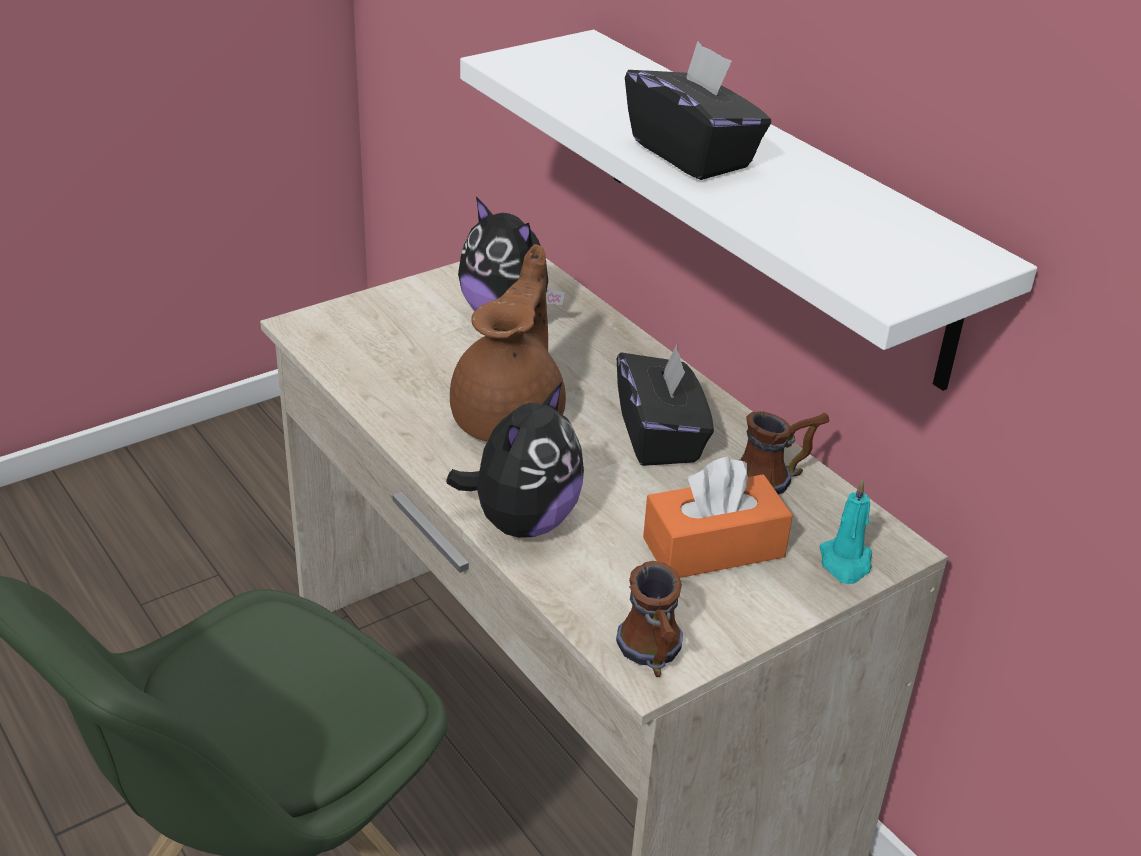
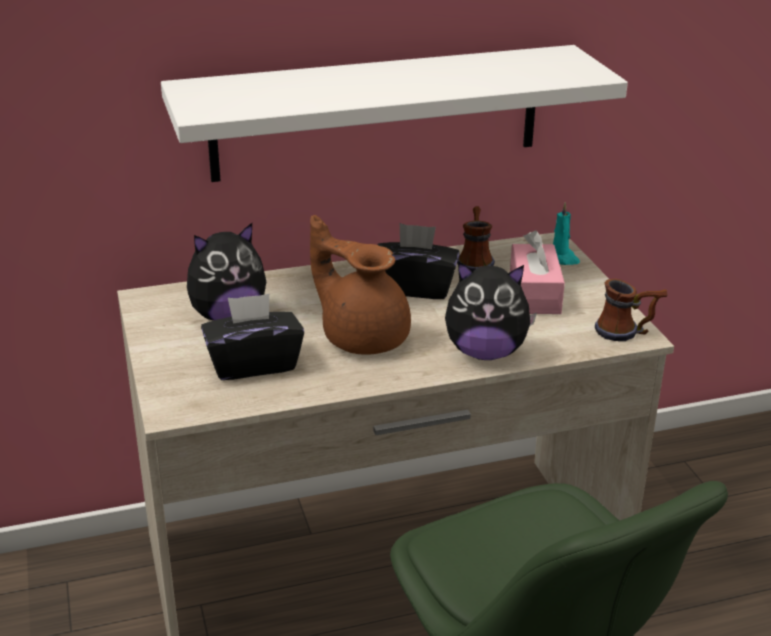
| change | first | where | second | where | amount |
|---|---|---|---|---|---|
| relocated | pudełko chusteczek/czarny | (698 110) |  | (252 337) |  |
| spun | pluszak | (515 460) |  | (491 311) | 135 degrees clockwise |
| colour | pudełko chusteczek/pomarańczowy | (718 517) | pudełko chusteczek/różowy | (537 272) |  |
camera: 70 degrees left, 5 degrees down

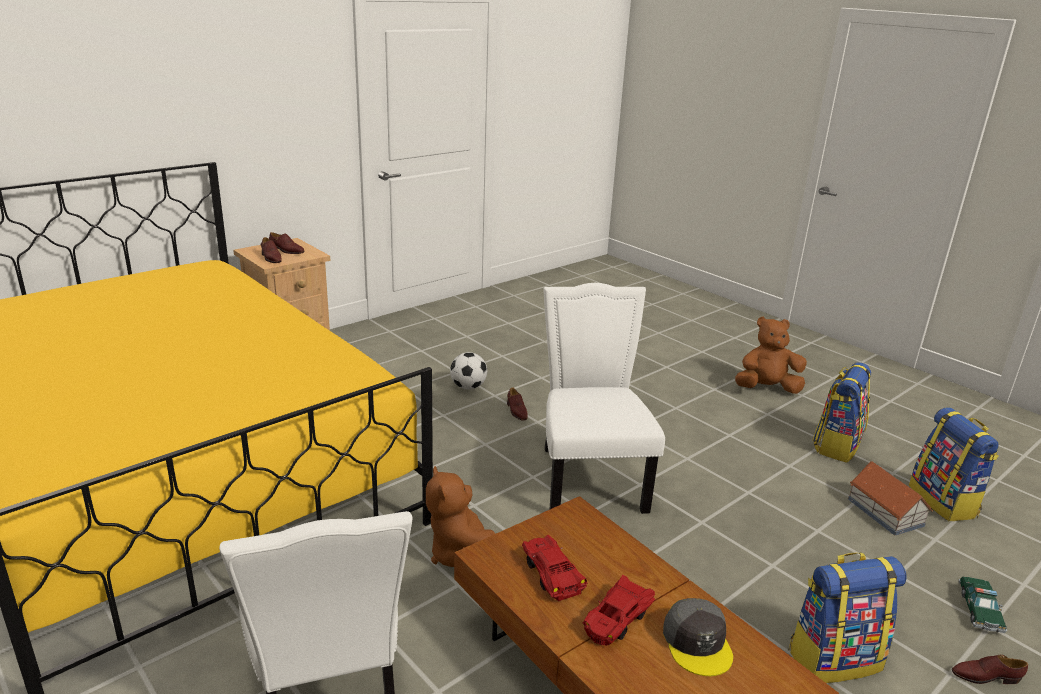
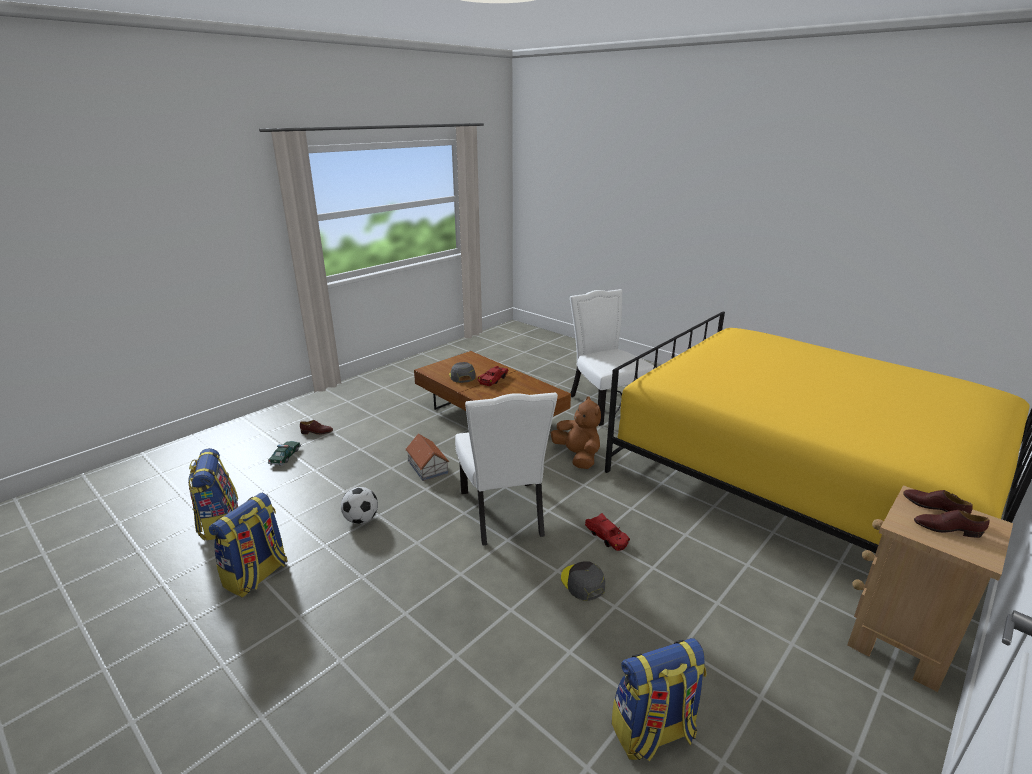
| change | first | where | second | where | amount |
|---|---|---|---|---|---|
| relocated | piłka futbolowa | (468 371) |  | (359 505) |  |
| relocated | domek | (890 498) |  | (427 457) |  |
| exchanged | but/brązowy | (517 404) | czapka z daszkiem/szary | (583 581) |  |
| relocated | samochodzik/czerwony | (554 568) |  | (607 532) |  |
| relocated | plecak | (847 618) |  | (659 699) |  |
| missing | pluszak/brązowy | (771 355) |  |  |  |
camera: 175 degrees right, 0 degrees up

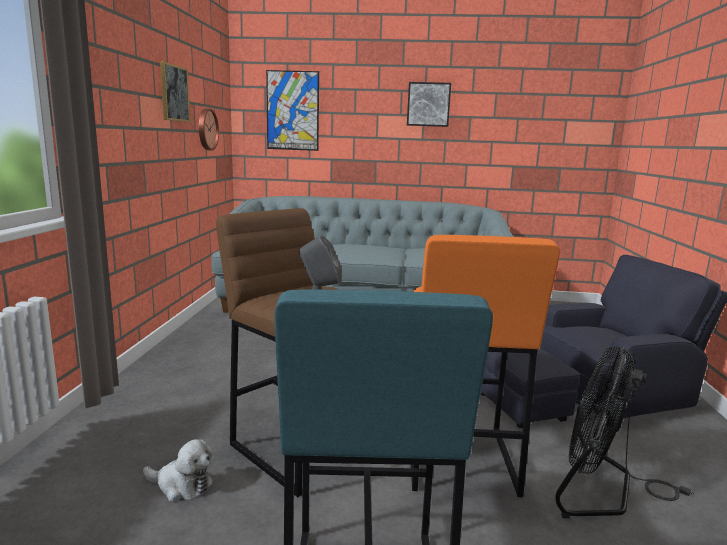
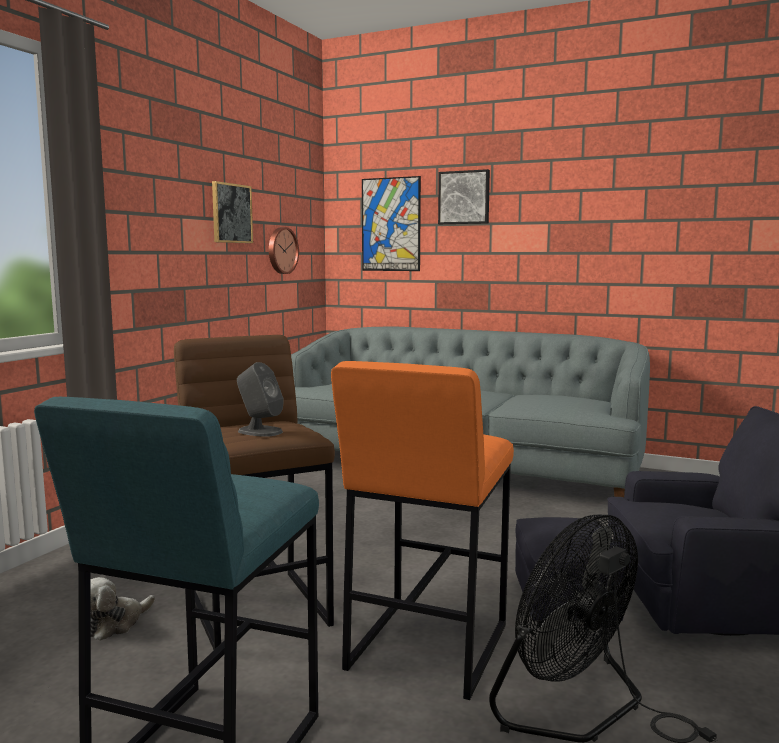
| change | first | where | second | where | amount |
|---|---|---|---|---|---|
| spun | pluszak | (178 470) |  | (123 609) | 90 degrees clockwise |
| relocated | obraz | (429 104) |  | (464 196) |  |
camera: 20 degrees right, 5 degrees down

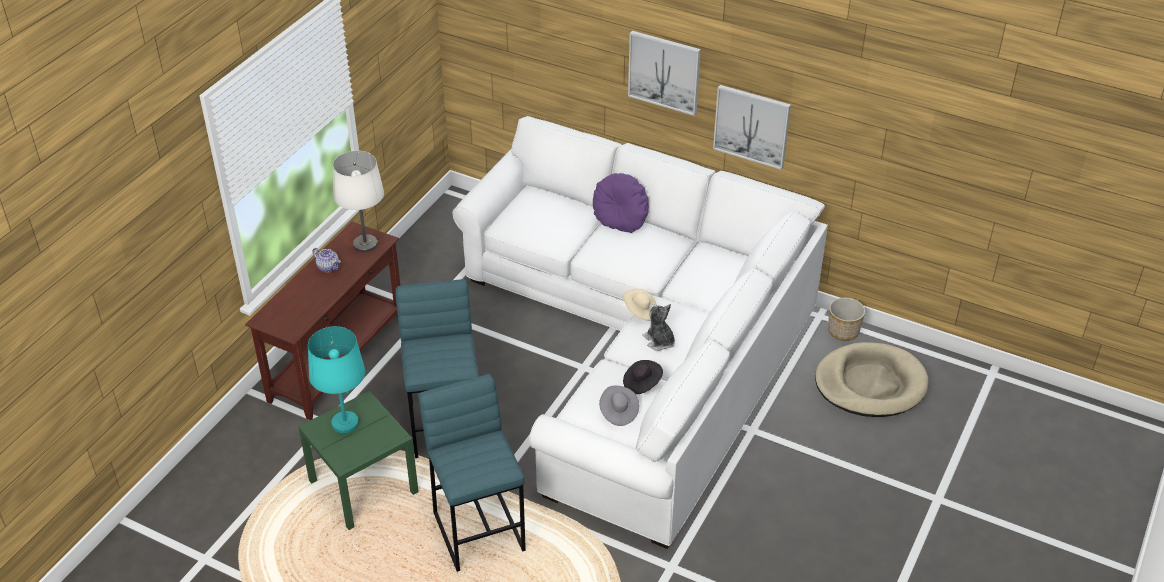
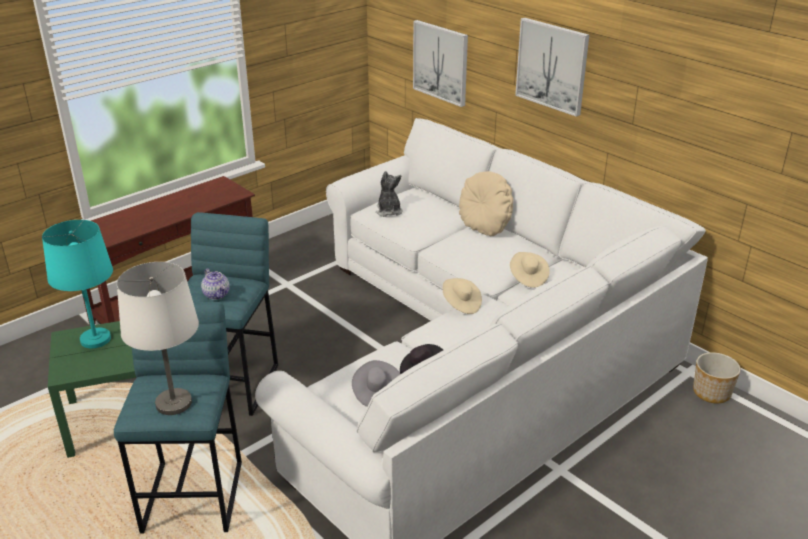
| change | first | where | second | where | amount |
|---|---|---|---|---|---|
| relocated | lampa stołowa/biały | (358 201) |  | (158 338) |  |
| relocated | imbryk | (326 260) |  | (215 284) |  |
| relocated | pluszak | (658 327) |  | (389 194) |  |
| relocated | obraz | (752 127) |  | (440 63) |  |
| colour | poduszka/fioletowy | (621 203) | poduszka/beżowy | (486 203) |  |
| appeared |  |  | kapelusz/beżowy | (530 270) |  |
| missing | legowisko/beżowy | (872 379) |  |  |  |
camera: 20 degrees right, 10 degrees down

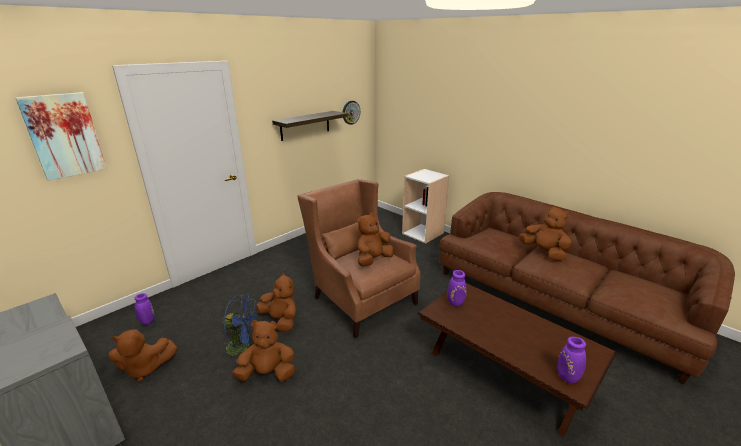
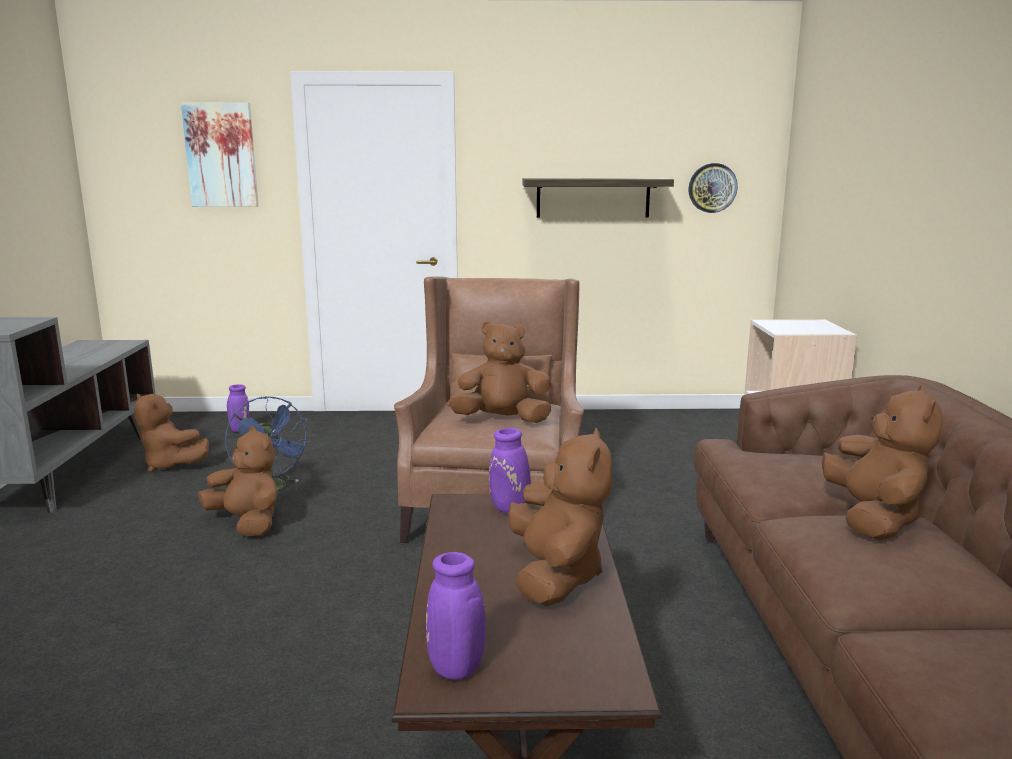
| change | first | where | second | where | amount |
|---|---|---|---|---|---|
| relocated | pluszak/brązowy | (276 302) |  | (560 517) |  |
camera: 45 degrees right, 10 degrees down

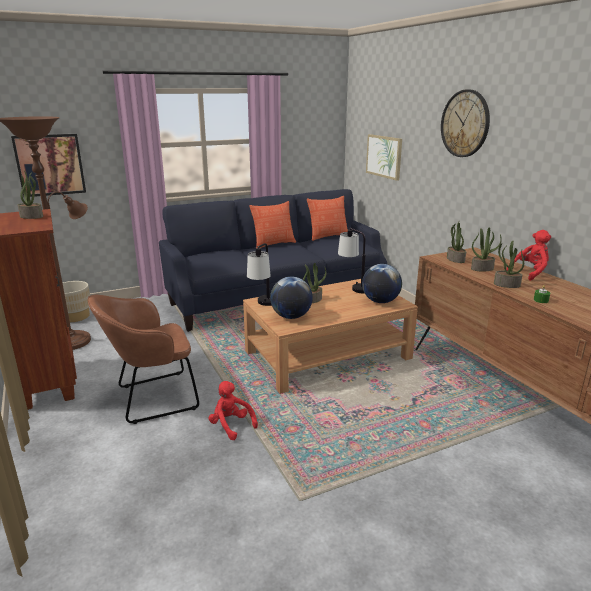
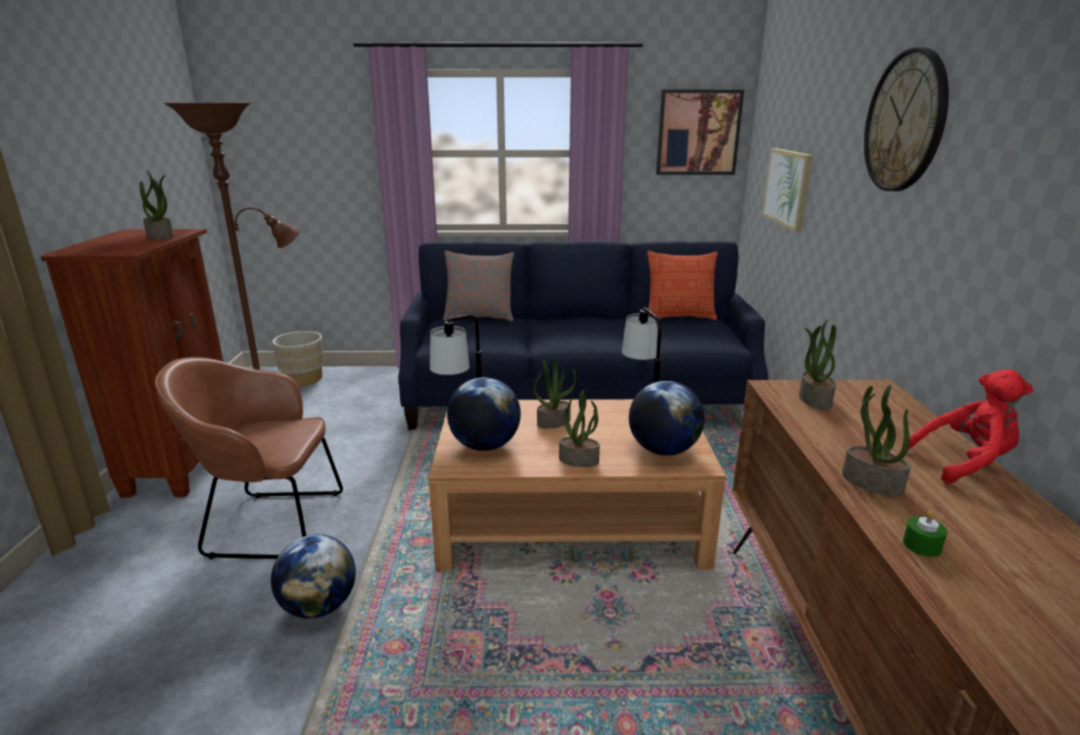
| change | first | where | second | where | amount |
|---|---|---|---|---|---|
| exchanged | pluszak/czerwony | (233 410) | globus | (313 576) |  |
| appeared |  |  | poduszka/szary | (478 286) |  |
| relocated | roślina doniczkowa | (486 249) |  | (579 428) |  |
| relocated | obraz | (48 165) |  | (700 132) |  |
| missing | poduszka/pomarańczowy | (272 224) |  |  |  |
camera: 25 degrees right, 0 degrees up

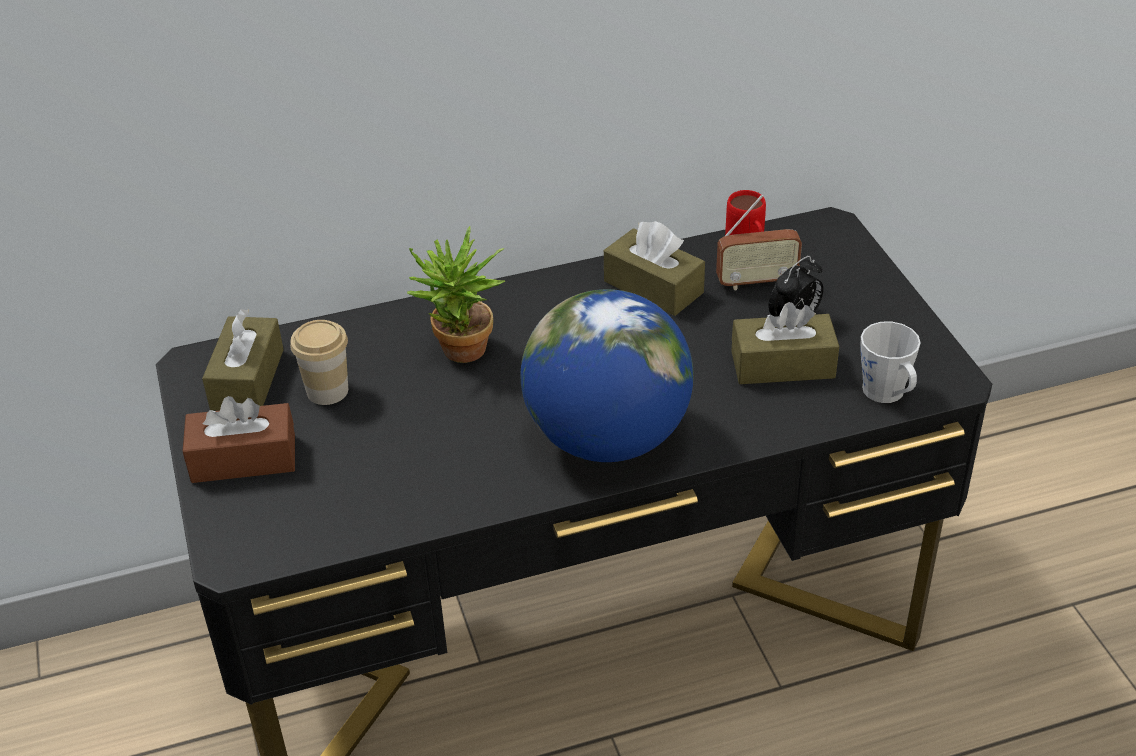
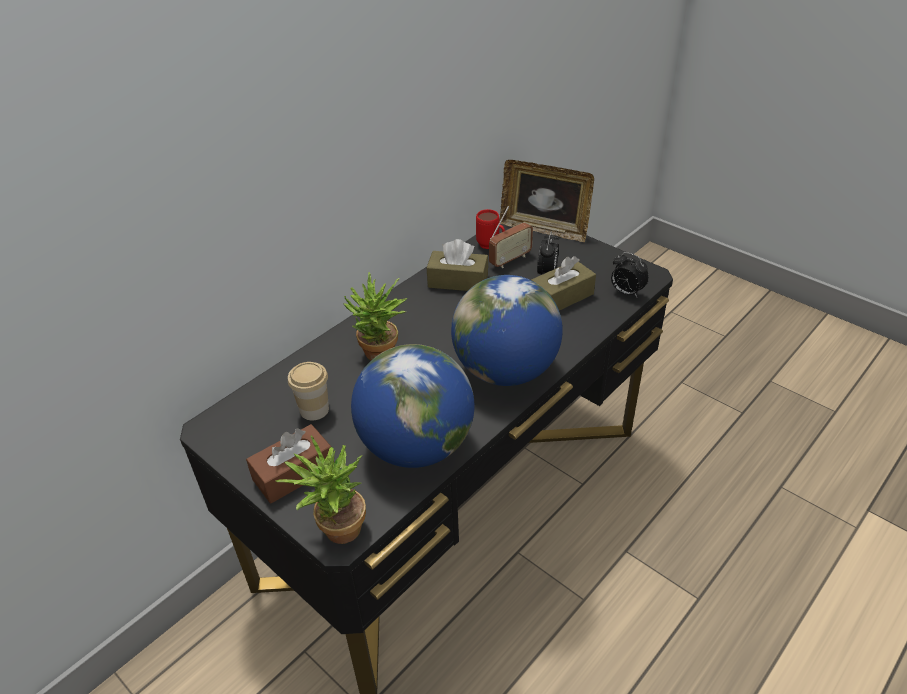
| change | first | where | second | where | amount |
|---|---|---|---|---|---|
| appeared |  |  | roślina doniczkowa | (320 489) |  |
| appeared |  |  | globus | (413 406) |  |
| appeared |  |  | ramka na zdjęcie | (547 201) |  |
| exchanged | kubek/szary | (890 362) | budzik | (630 274) |  |
| missing | pudełko chusteczek/brązowy | (243 360) |  |  |  |
camera: 30 degrees left, 0 degrees up

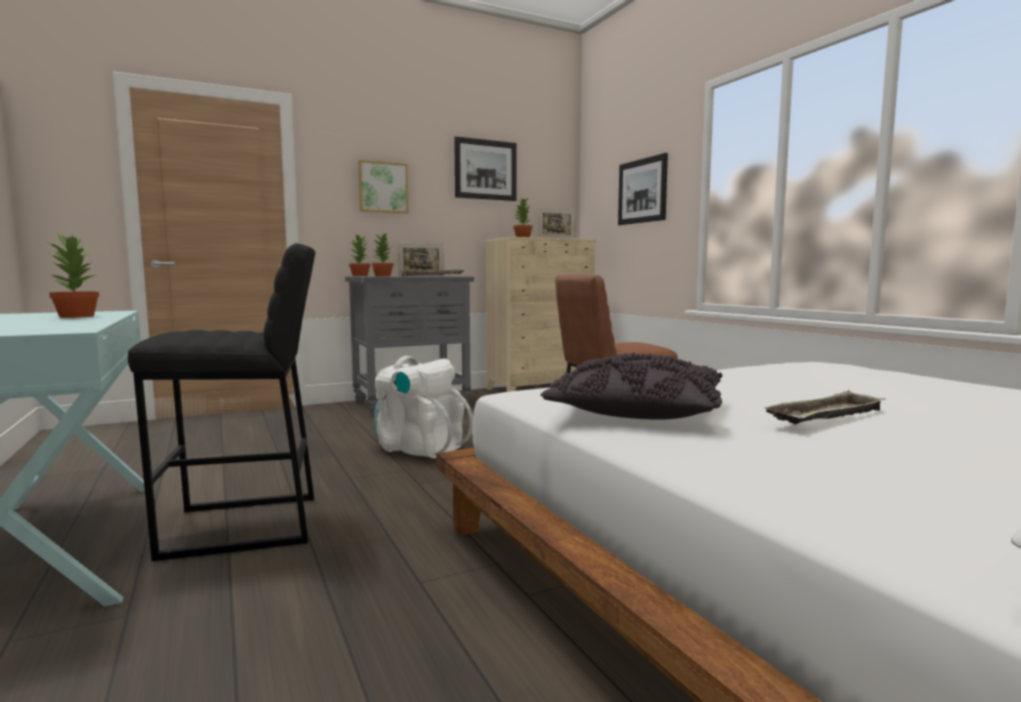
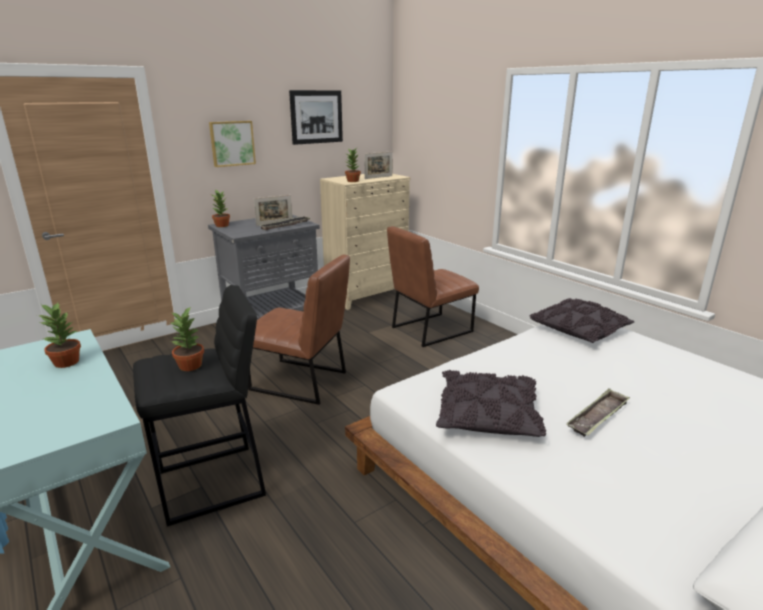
| change | first | where | second | where | amount |
|---|---|---|---|---|---|
| relocated | roślina doniczkowa | (382 254) |  | (187 338) |  |
| exchanged | plecak/biały | (423 407) | krzesło/brązowy | (299 330) |  |
| appeared |  |  | poduszka/czarny | (582 320) |  |
| missing | obraz | (643 189) |  |  |  |
camera: 10 degrees left, 15 degrees up

